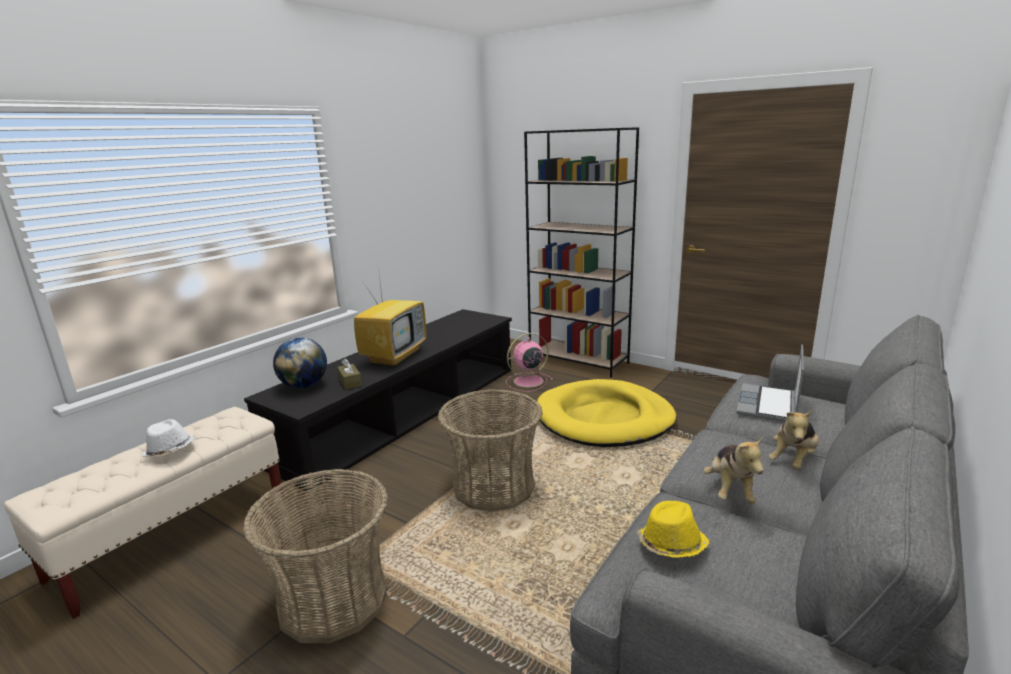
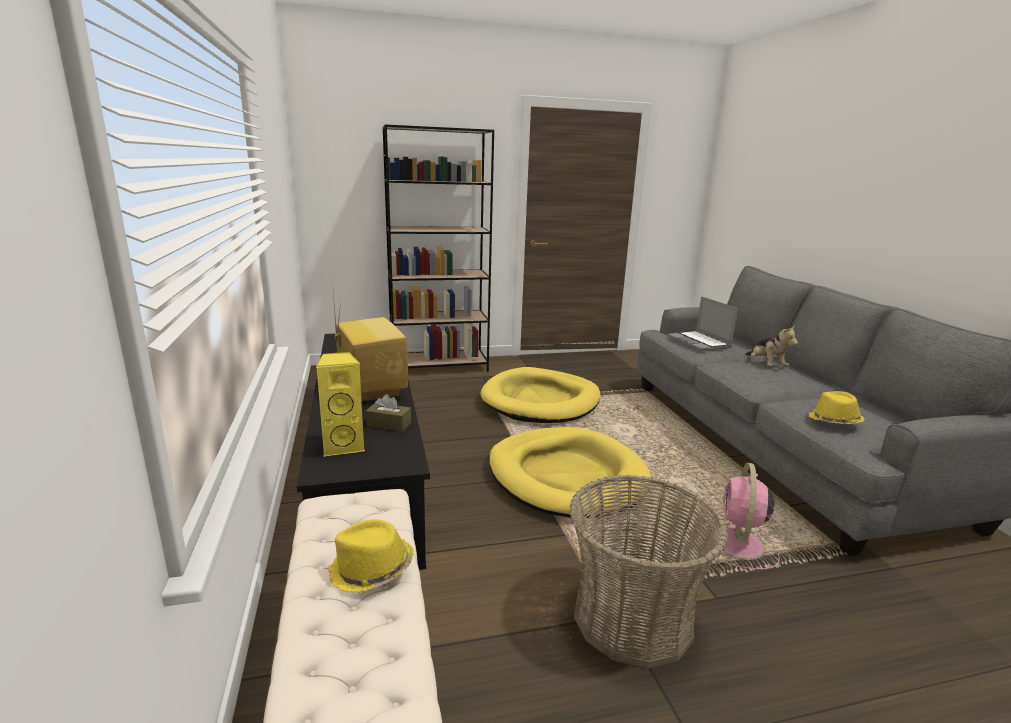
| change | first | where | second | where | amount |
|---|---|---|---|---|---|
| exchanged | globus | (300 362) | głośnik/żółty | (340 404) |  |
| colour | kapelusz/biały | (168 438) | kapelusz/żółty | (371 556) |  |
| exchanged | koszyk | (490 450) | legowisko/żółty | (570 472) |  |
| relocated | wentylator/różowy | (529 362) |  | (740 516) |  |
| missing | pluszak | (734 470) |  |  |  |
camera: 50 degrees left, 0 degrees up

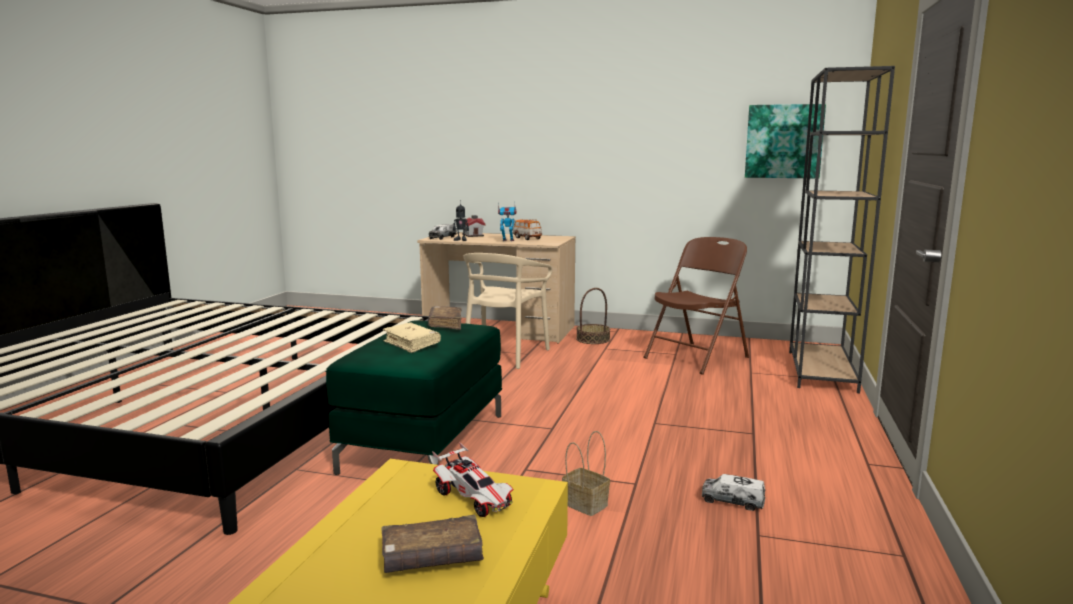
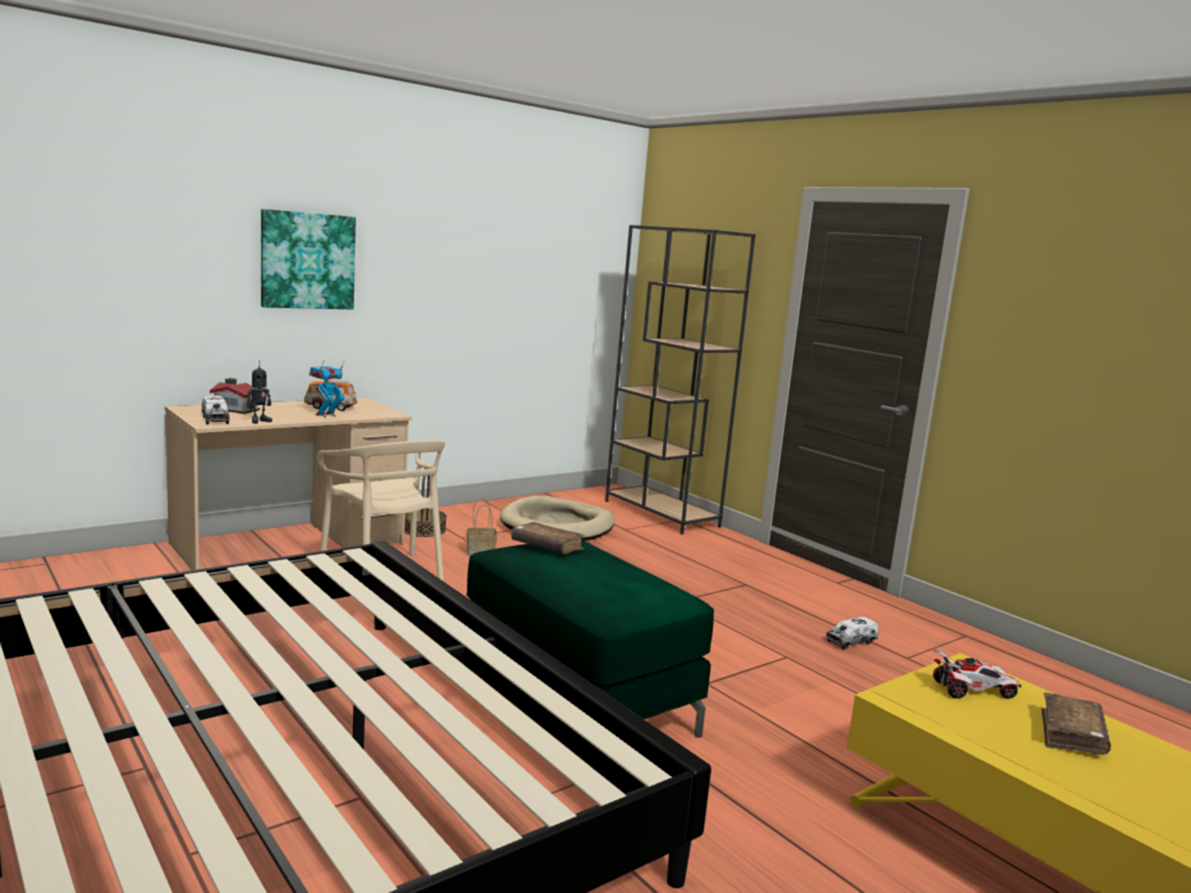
| change | first | where | second | where | amount |
|---|---|---|---|---|---|
| relocated | obraz | (785 141) |  | (308 259) |  |
| relocated | koszyk | (586 473) |  | (481 526) |  |
| exchanged | krzesło/brązowy | (696 306) | legowisko/beżowy | (557 518) |  |
| missing | książka/beżowy | (412 337) |  |  |  |
camera: 55 degrees left, 0 degrees up

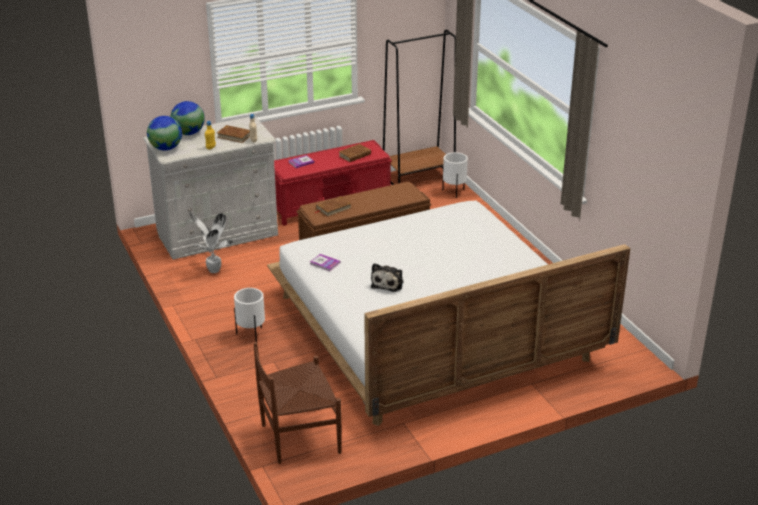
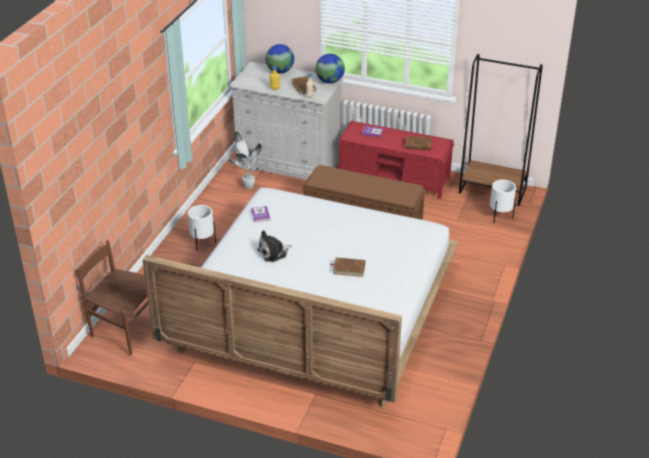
| change | first | where | second | where | amount |
|---|---|---|---|---|---|
| relocated | globus | (164 133) |  | (330 68) |  |
| relocated | książka/brązowy | (333 206) |  | (347 267) |  |
camera: 45 degrees right, 5 degrees up

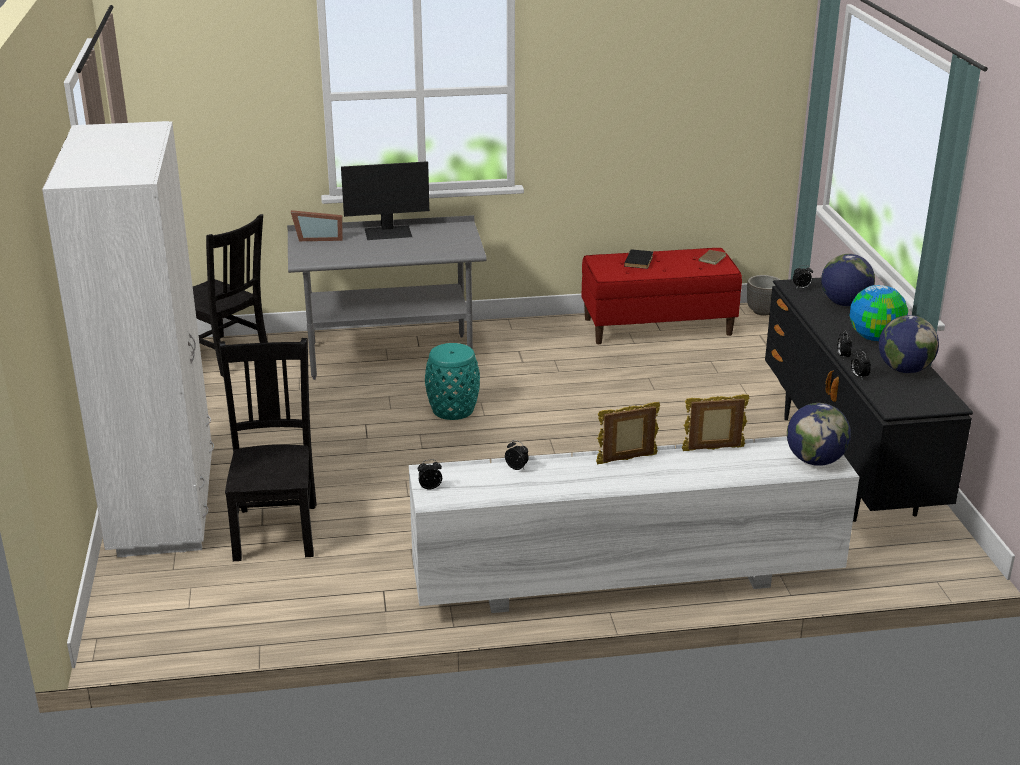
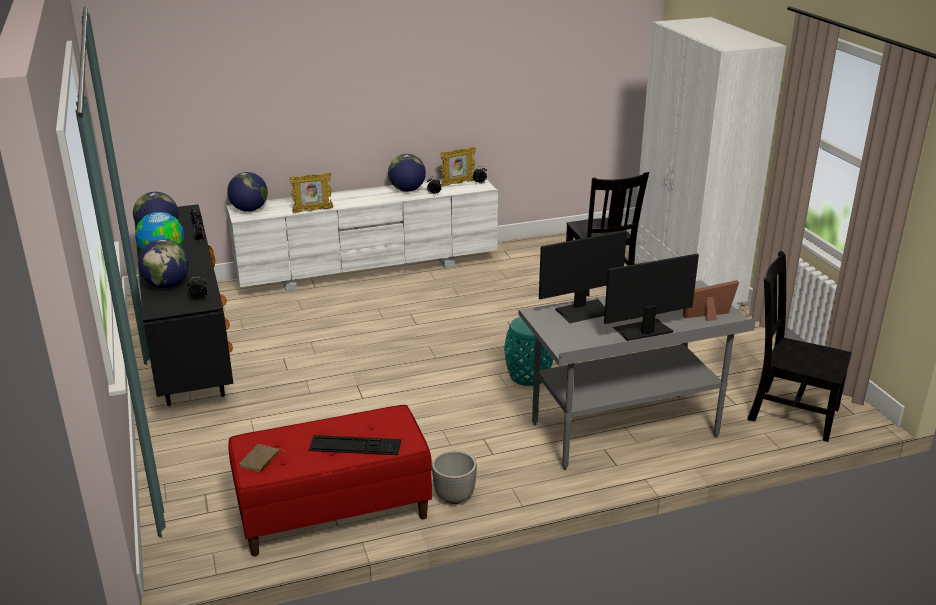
| change | first | where | second | where | amount |
|---|---|---|---|---|---|
| exchanged | książka/czarny | (638 259) | klawiatura | (355 445) |  |
| appeared |  |  | globus | (407 173) |  |
| relocated | donica | (764 295) |  | (454 477) |  |
| relocated | ramka na zdjęcie | (628 433) |  | (458 166) |  |
| appeared |  |  | monitor | (583 276) |  |
camera: 170 degrees right, 0 degrees up

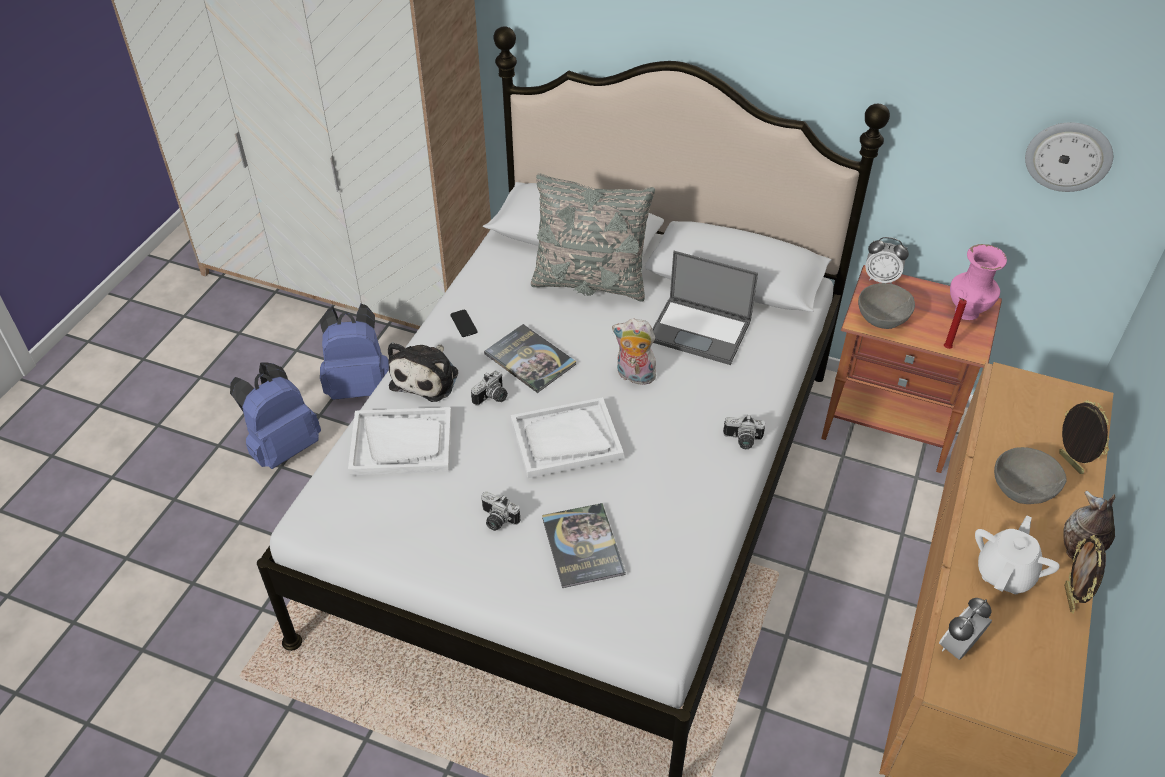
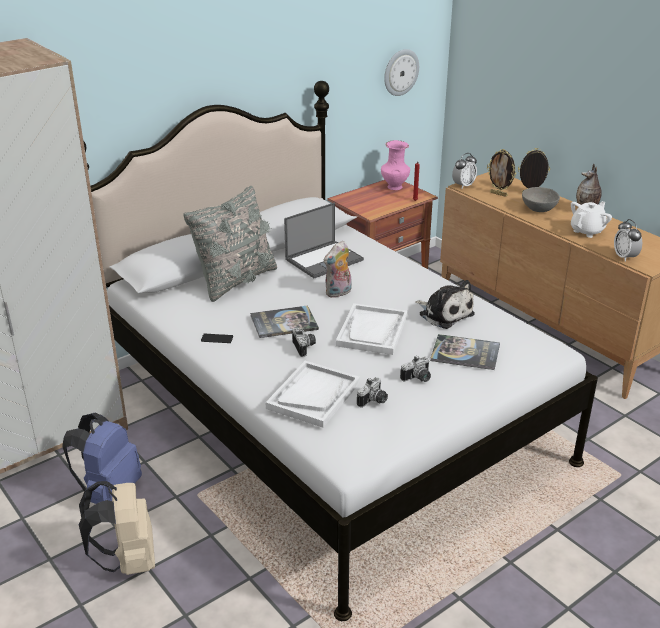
| change | first | where | second | where | amount |
|---|---|---|---|---|---|
| colour | plecak/niebieski | (275 415) | plecak/beżowy | (117 528) |  |
| relocated | aparat fotograficzny | (744 432) |  | (372 392) |  |
| relocated | pluszak | (423 372) |  | (445 304) |  |
| relocated | budzik | (887 260) |  | (464 170) |  |
| relocated | ramka na zdjęcie | (1085 574) |  | (501 173) |  |
| spun | imbryk/biały | (1017 554) |  | (591 219) | 75 degrees clockwise |
| missing | miska/szary | (886 306) |  |  |  |
camera: 60 degrees left, 15 degrees down

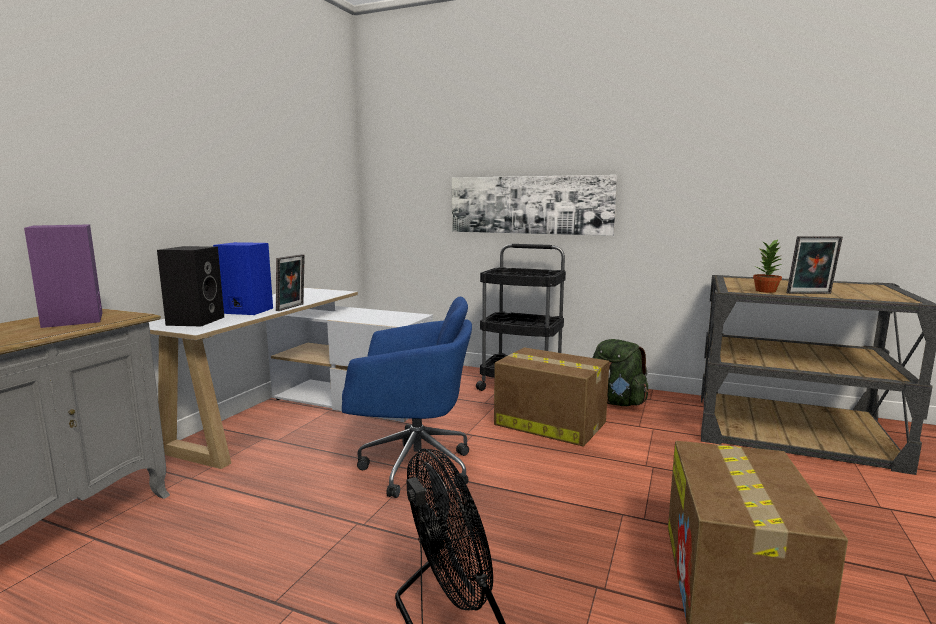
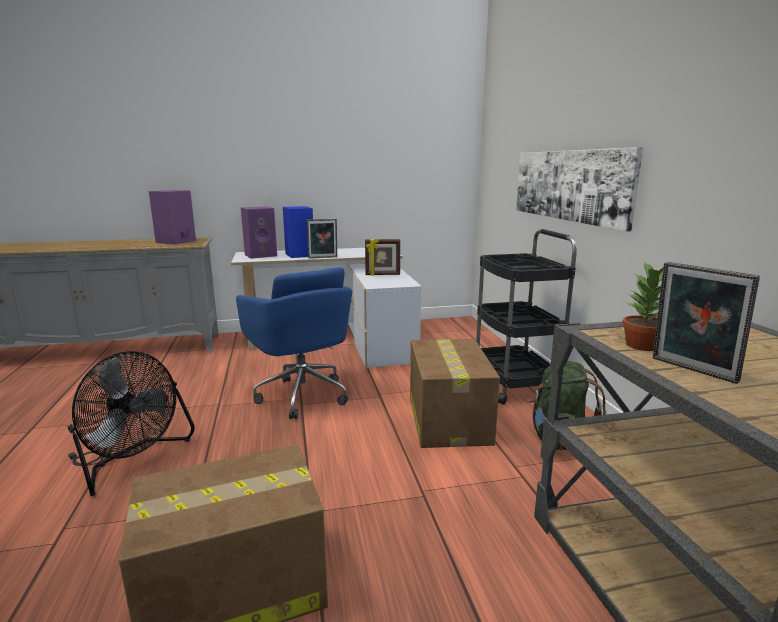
| change | first | where | second | where | amount |
|---|---|---|---|---|---|
| colour | głośnik/czarny | (190 286) | głośnik/fioletowy | (259 232) |  |
| appeared |  |  | ramka na zdjęcie | (382 257) |  |
camera: 55 degrees right, 5 degrees up

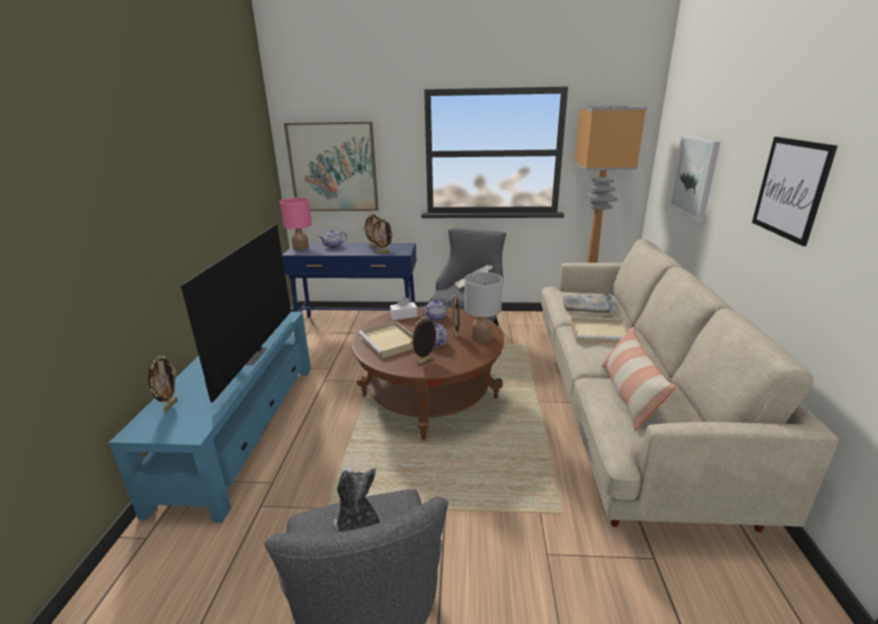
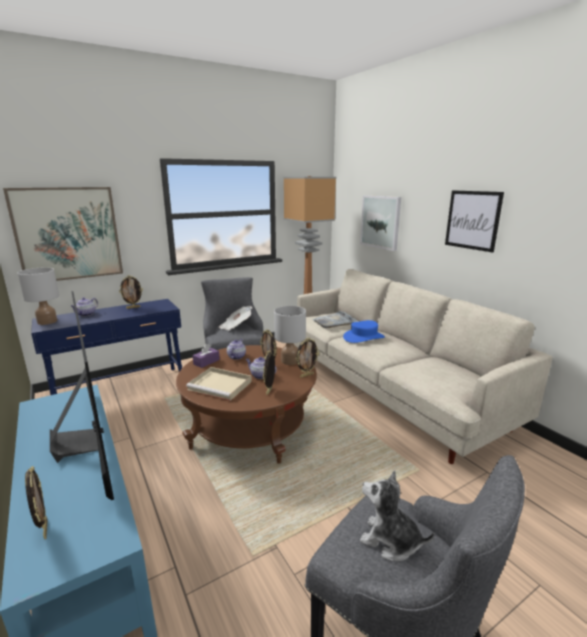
| change | first | where | second | where | amount |
|---|---|---|---|---|---|
| colour | lampa stołowa/różowy | (296 224) | lampa stołowa/szary | (38 296) |  |
| colour | pudełko chusteczek/biały | (404 308) | pudełko chusteczek/fioletowy | (206 356) |  |
| relocated | ramka na zdjęcie | (382 235) |  | (307 358) |  |
| exchanged | taca/beżowy | (599 330) | kapelusz/niebieski | (364 331) |  |
| missing | poduszka | (639 379) |  |  |  |
camera: 35 degrees left, 5 degrees down

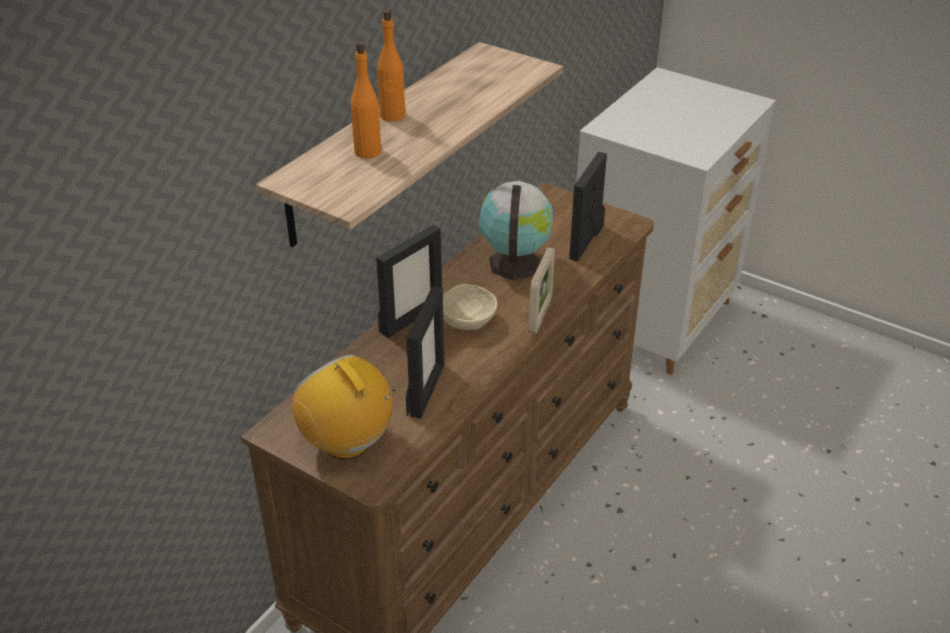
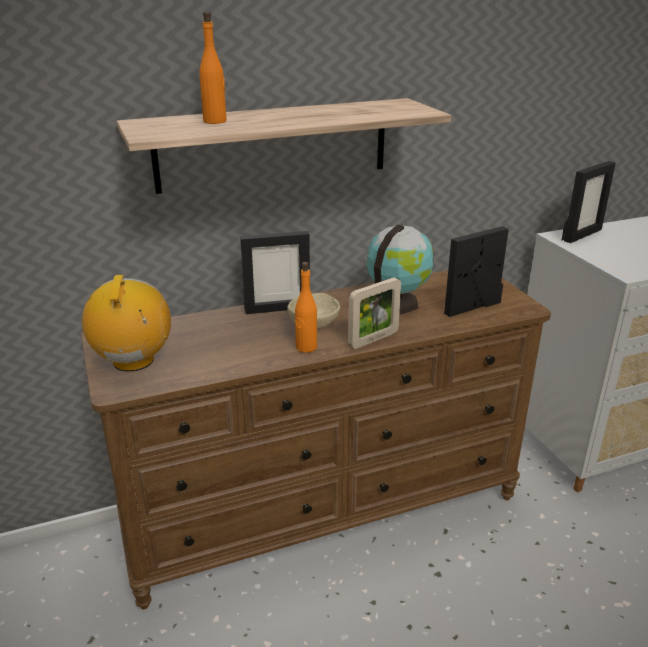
| change | first | where | second | where | amount |
|---|---|---|---|---|---|
| relocated | butelka/pomarańczowy | (391 65) |  | (306 307) |  |
| relocated | ramka na zdjęcie | (425 352) |  | (589 202) |  |
camera: 35 degrees right, 10 degrees down

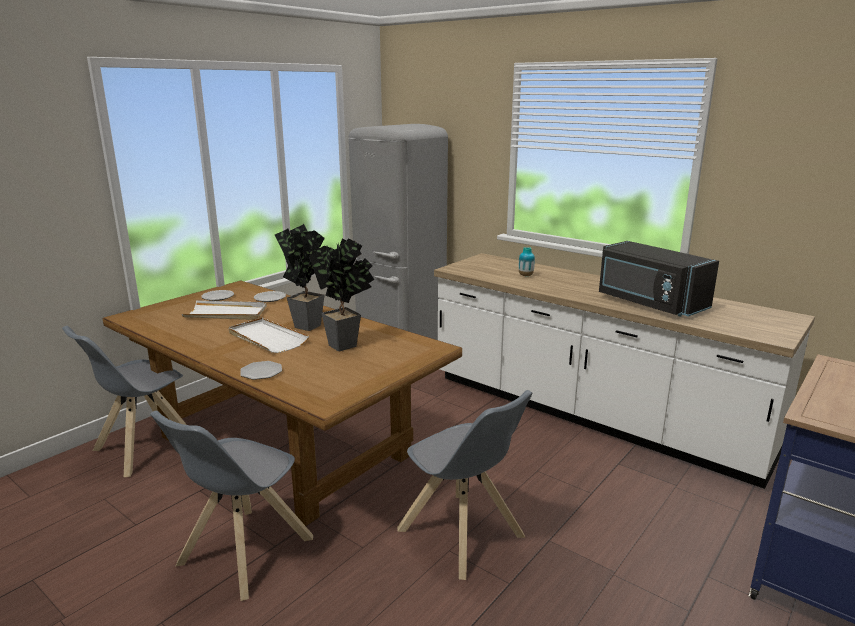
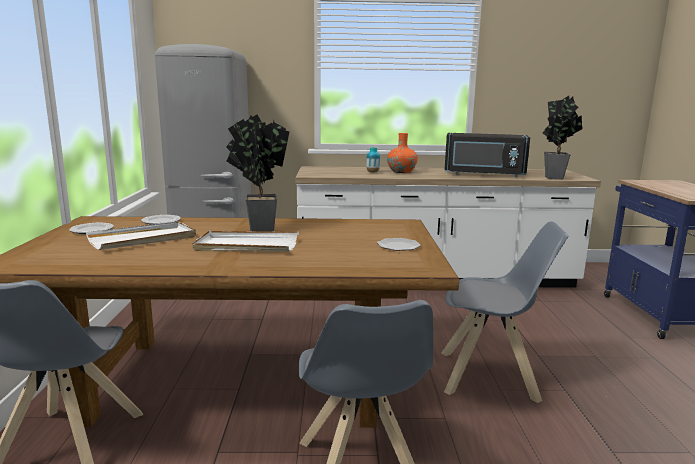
| change | first | where | second | where | amount |
|---|---|---|---|---|---|
| relocated | talerz | (261 370) |  | (399 244) |  |
| appeared |  |  | wazon/pomarańczowy | (402 153) |  |
| relocated | roślina doniczkowa | (341 294) |  | (562 137) |  |
camera: 40 degrees left, 5 degrees down

